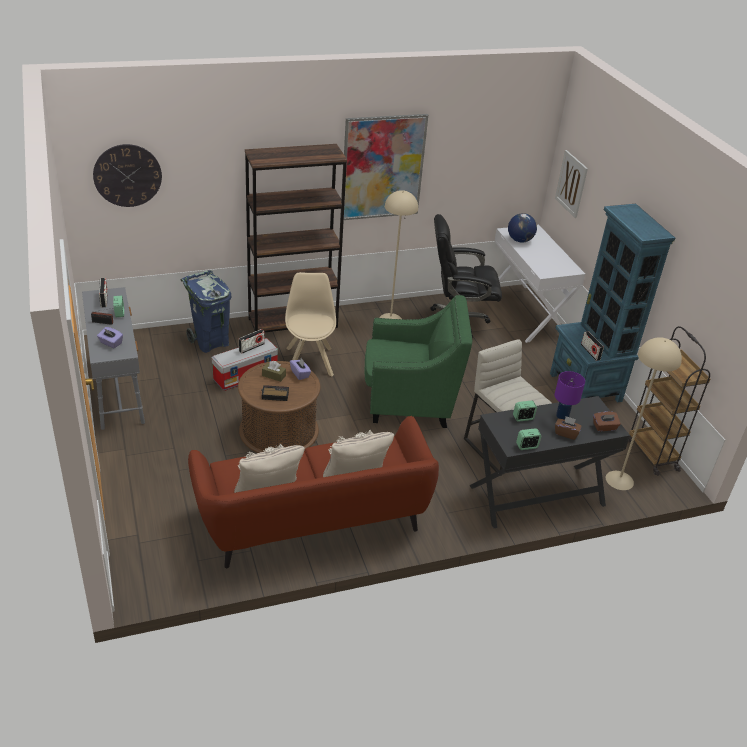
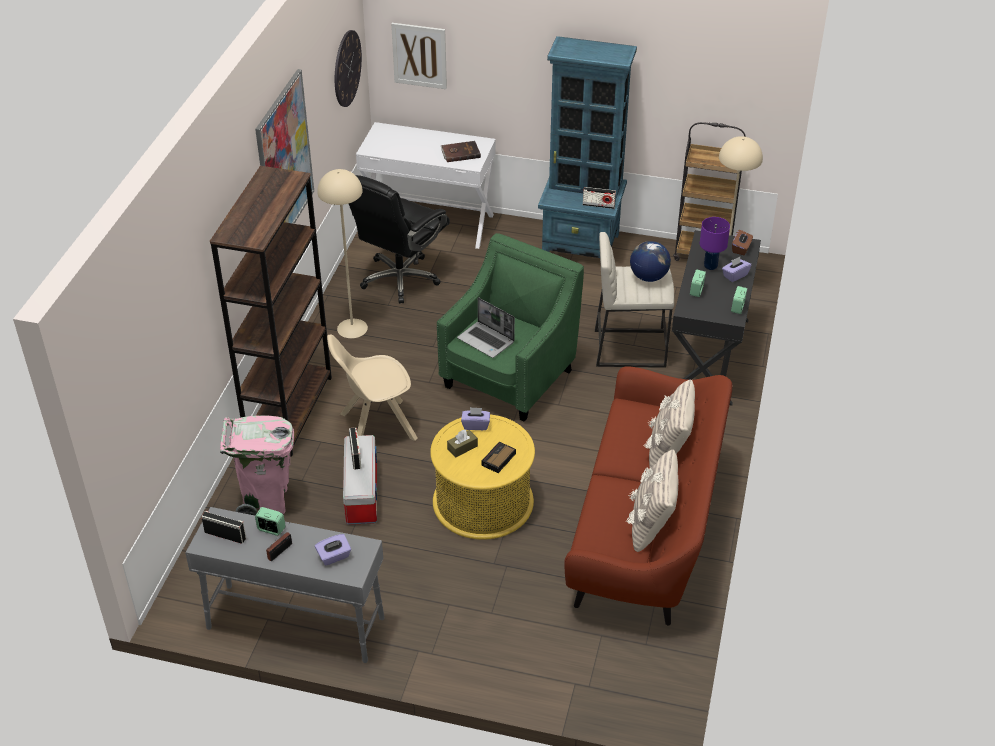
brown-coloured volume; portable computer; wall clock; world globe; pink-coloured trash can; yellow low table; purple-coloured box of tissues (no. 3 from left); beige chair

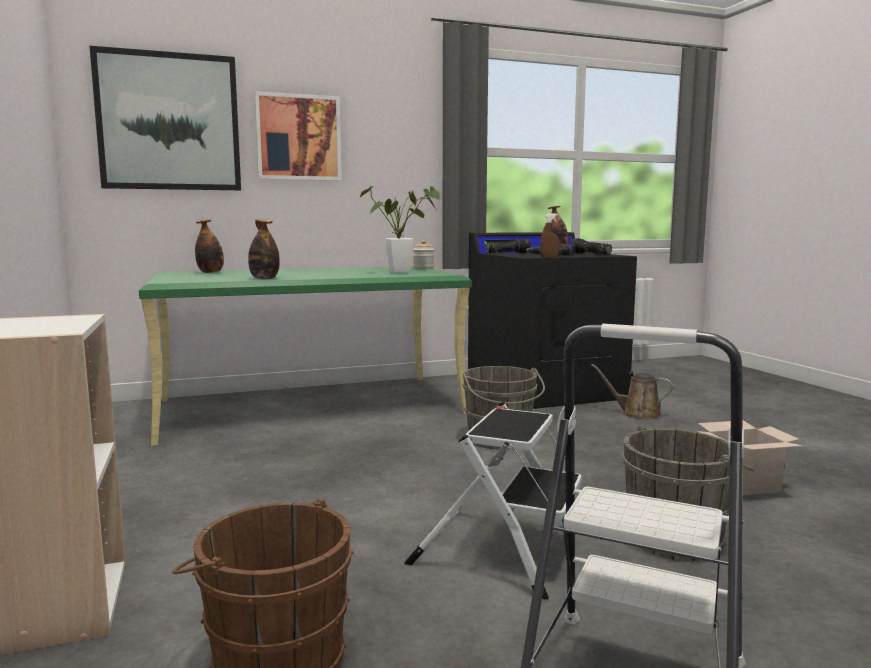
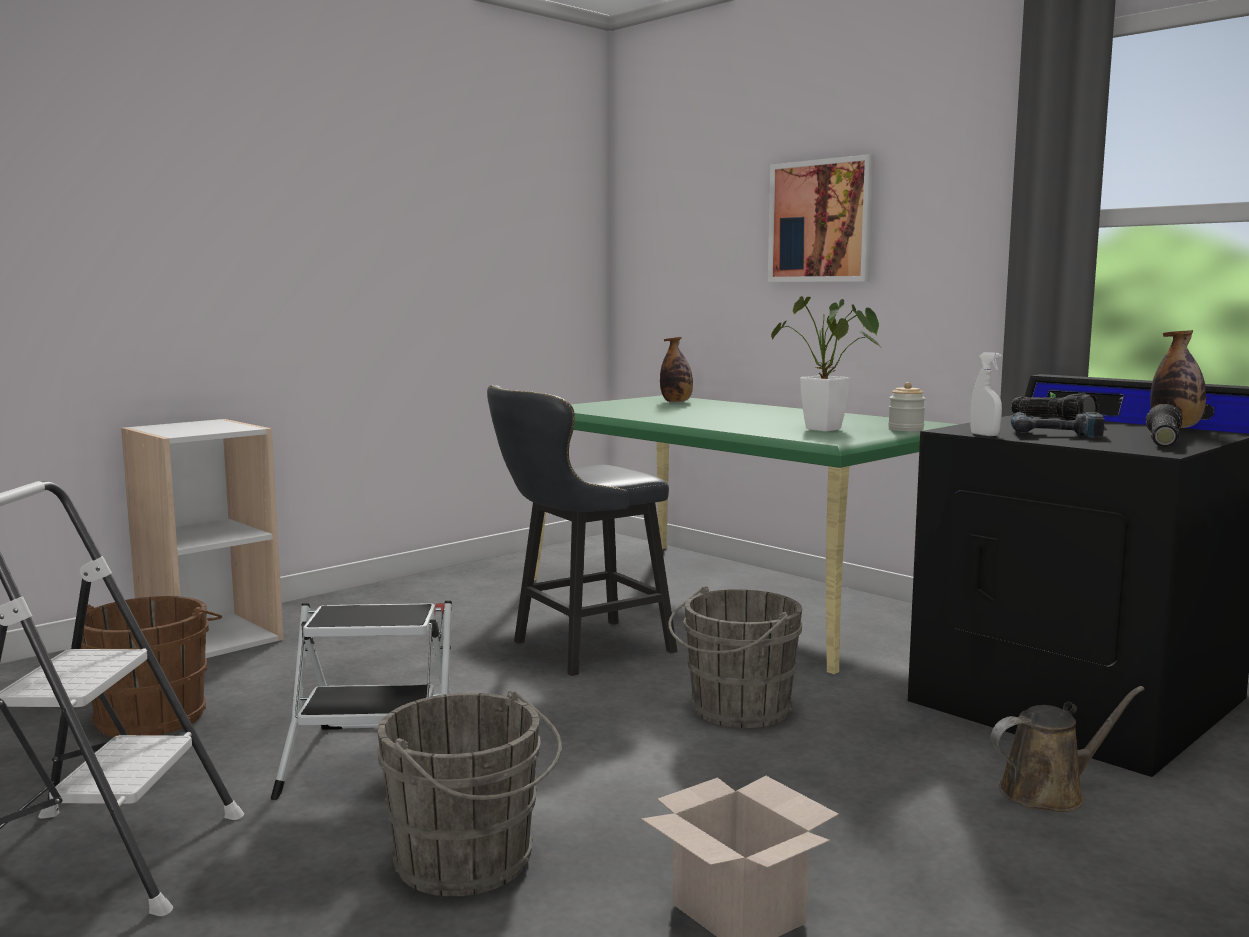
wall art (no. 1 from left in the first image); drink bottle (no. 2 from left in the first image); grey stool seat; whitish sprayer; brown-coloured watering can

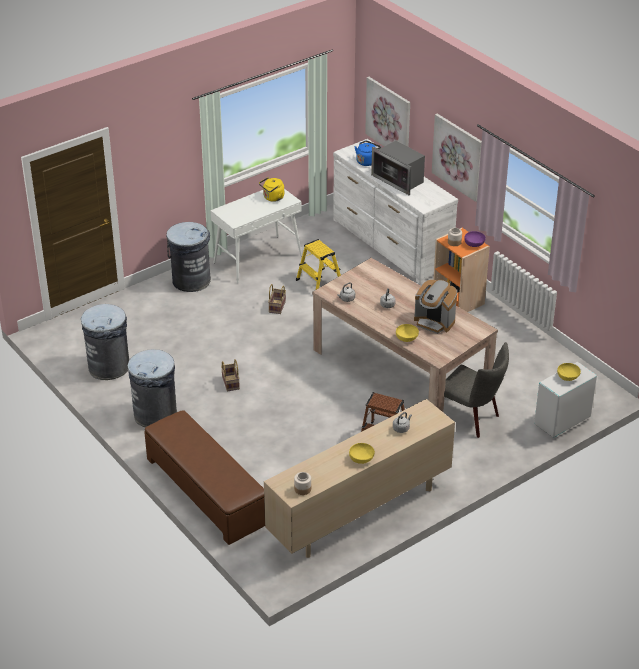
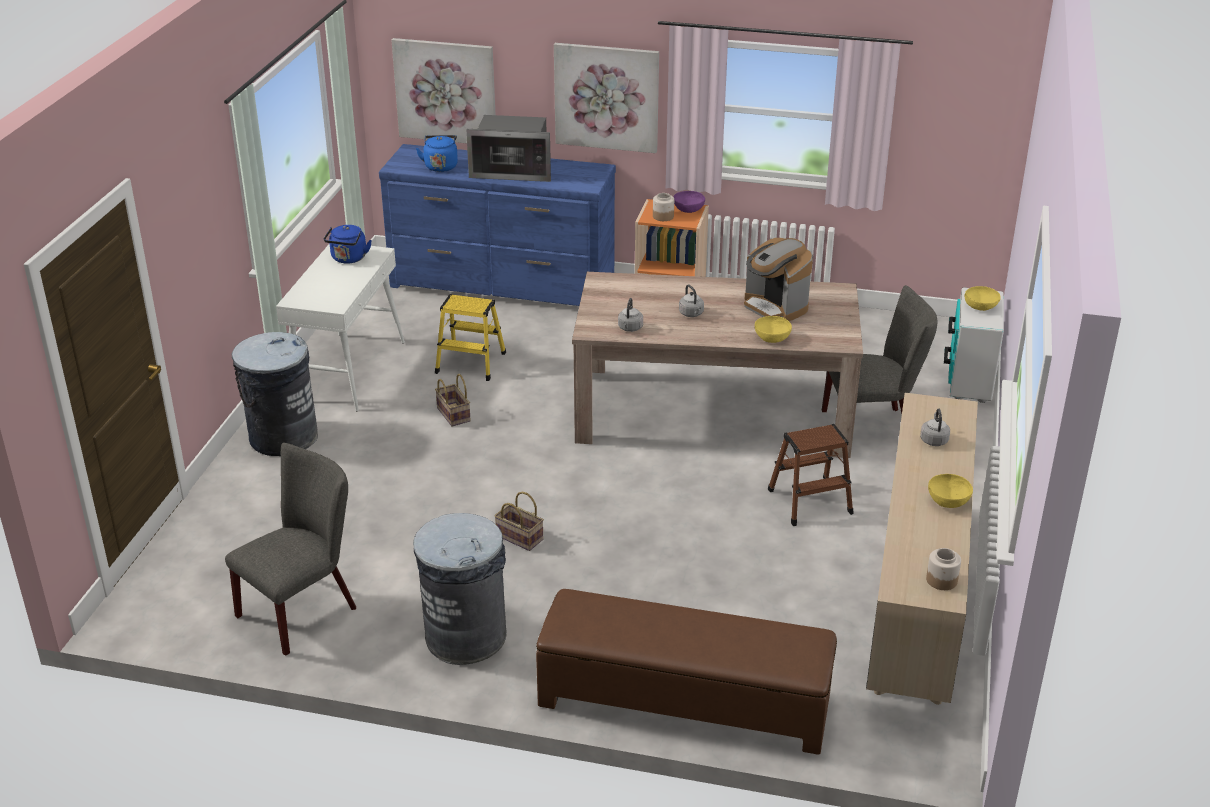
grey chair (no. 1 from left); blue water kettle (no. 1 from left); blue chest of drawers; coffee maker

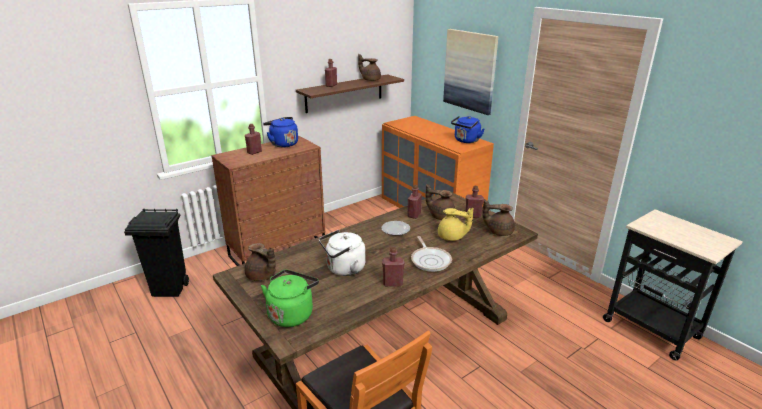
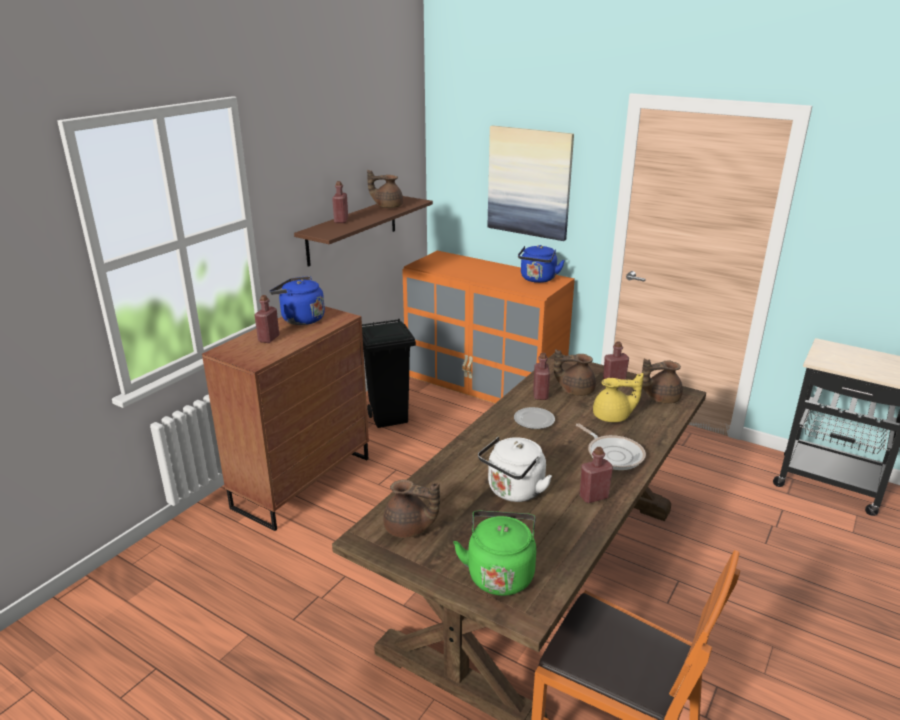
blackish trash can

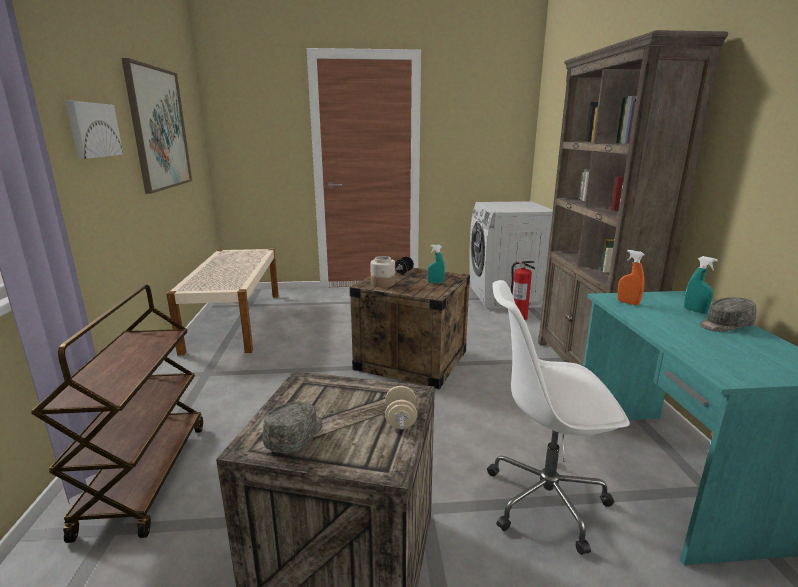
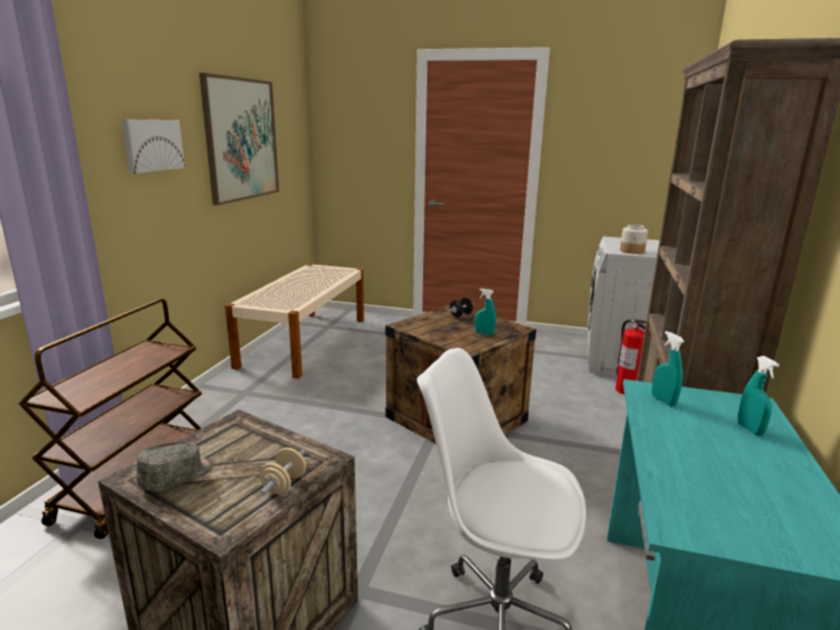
grey baseball cap (no. 2 from left in the first image); preserve jar; turquoise-coloured sprayer (no. 2 from left)

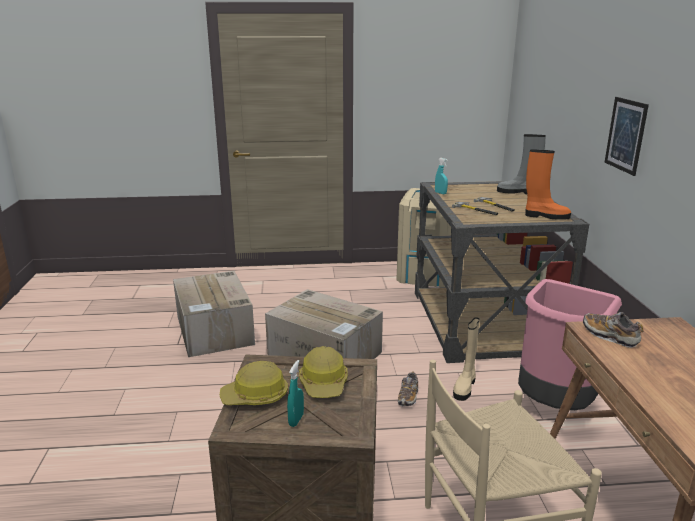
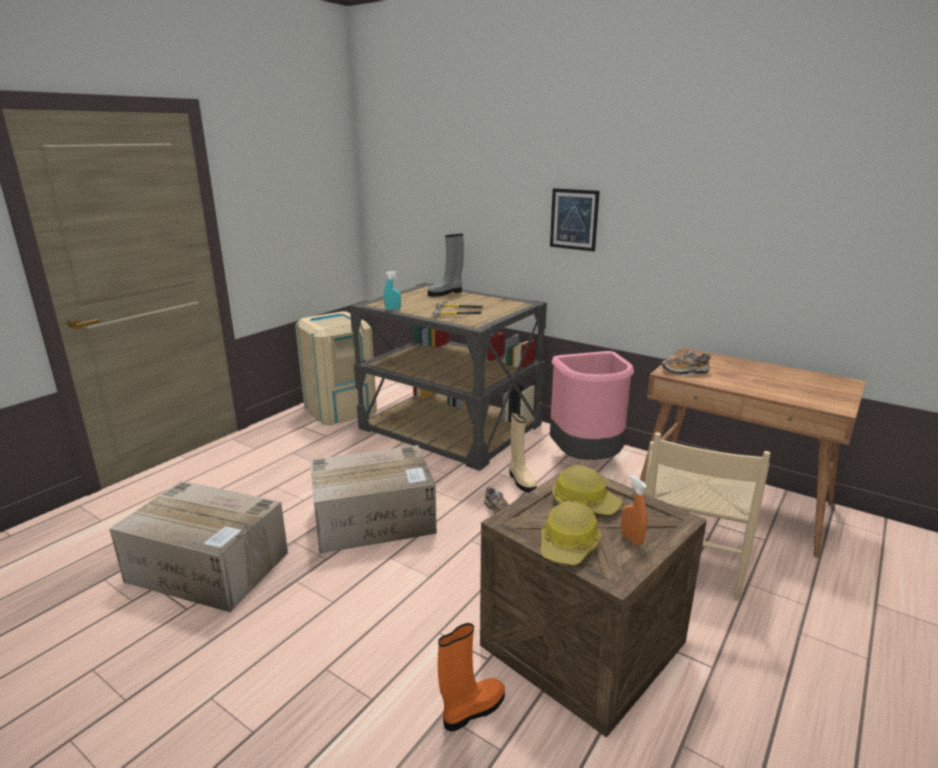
orangey tall boot; orangey sprayer

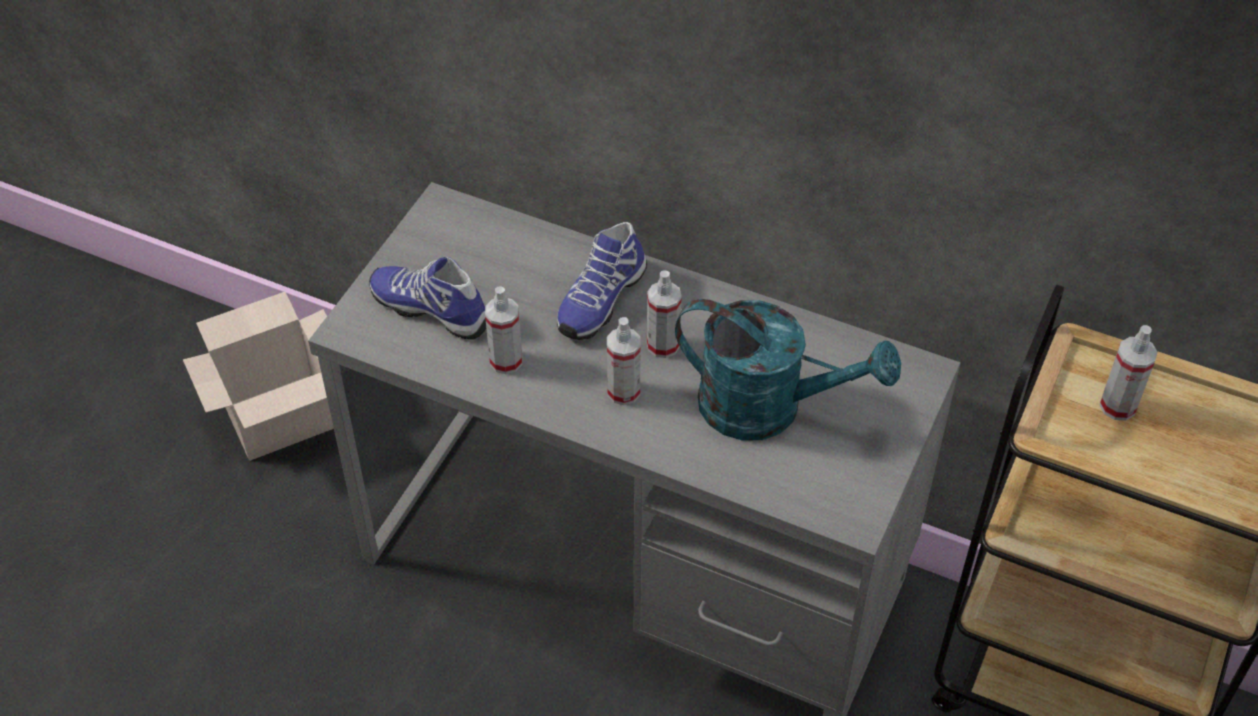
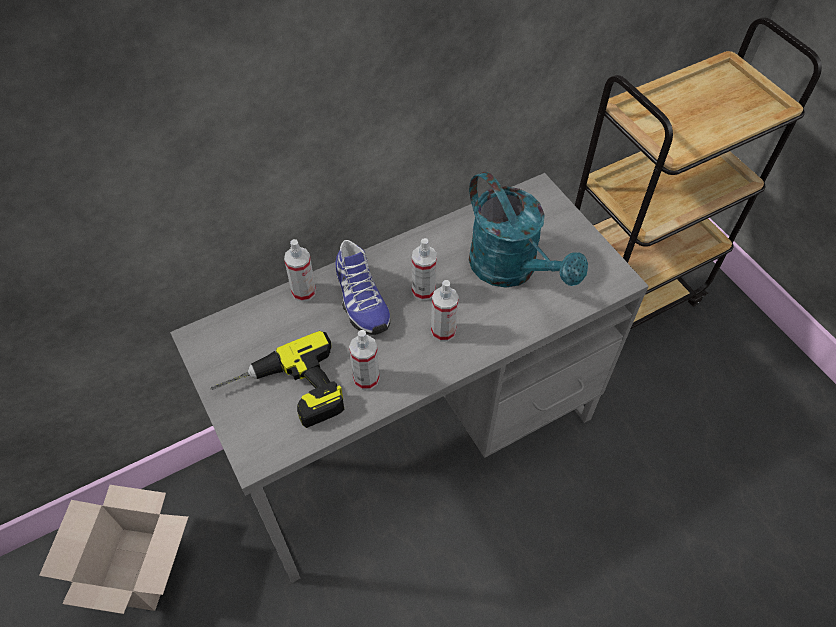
sprayer (no. 1 from left); power drill; turquoise-coloured watering can

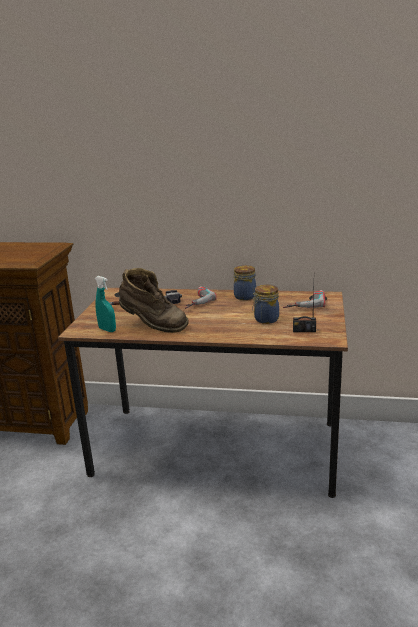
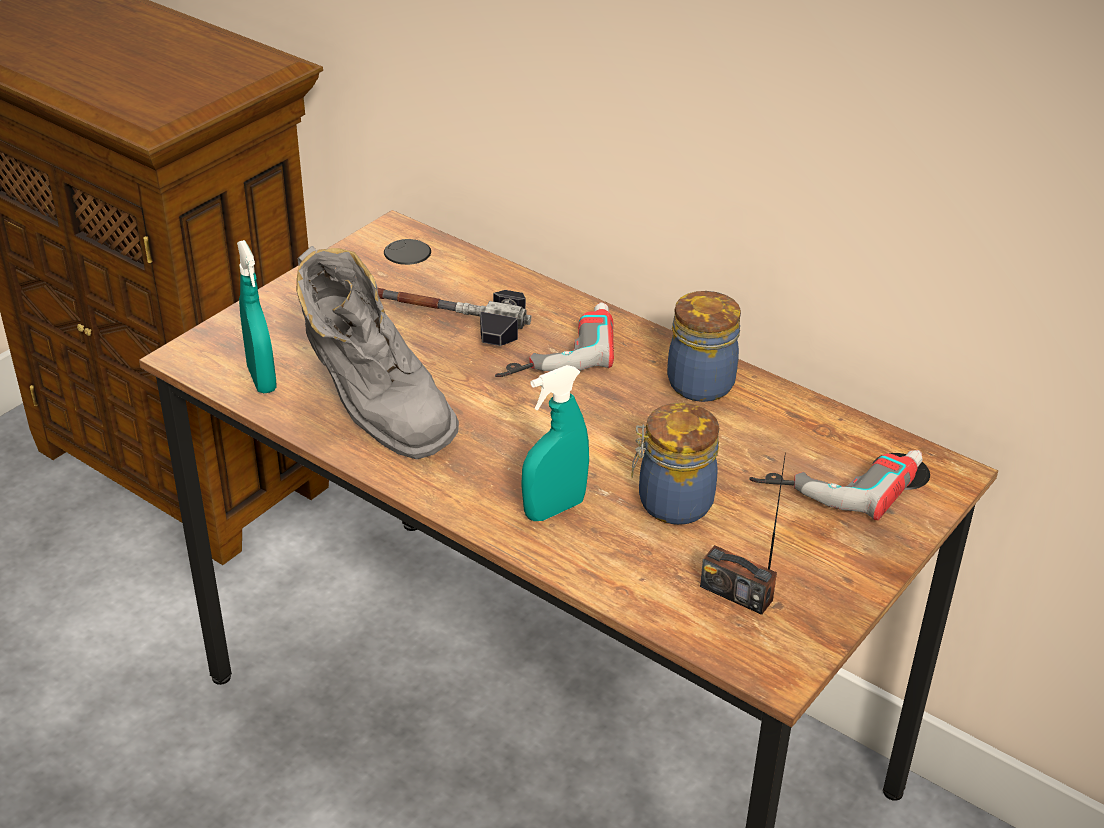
turquoise-coloured sprayer (no. 2 from left); grey tall boot

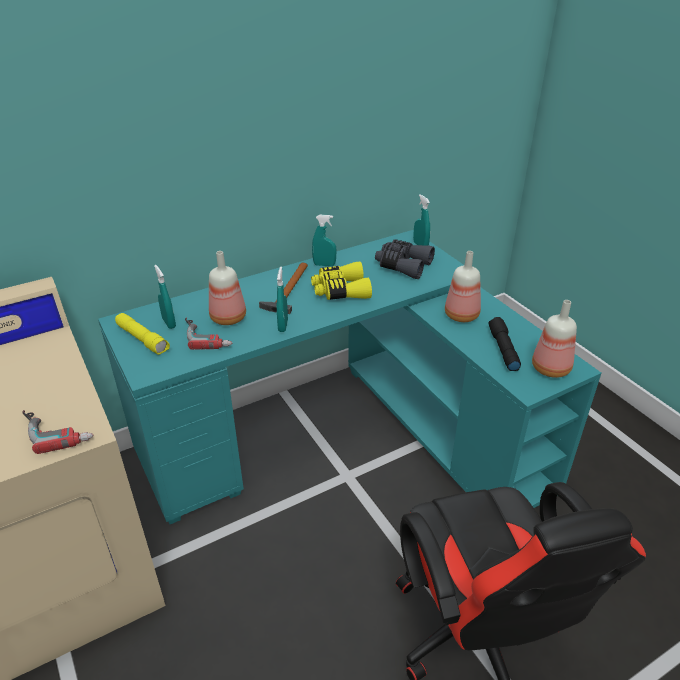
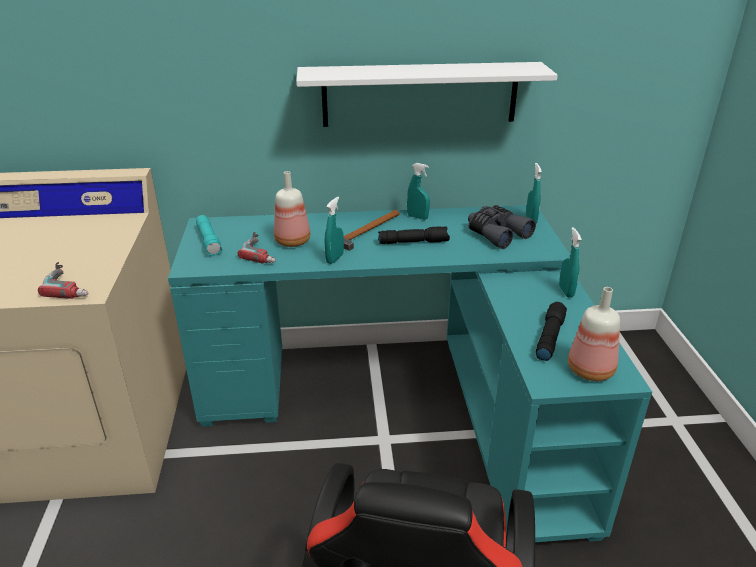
drink bottle (no. 2 from left in the first image); whitish shelf; turquoise-coloured sprayer (no. 4 from left); blackish flashlight (no. 1 from left); turquoise-coloured flashlight

